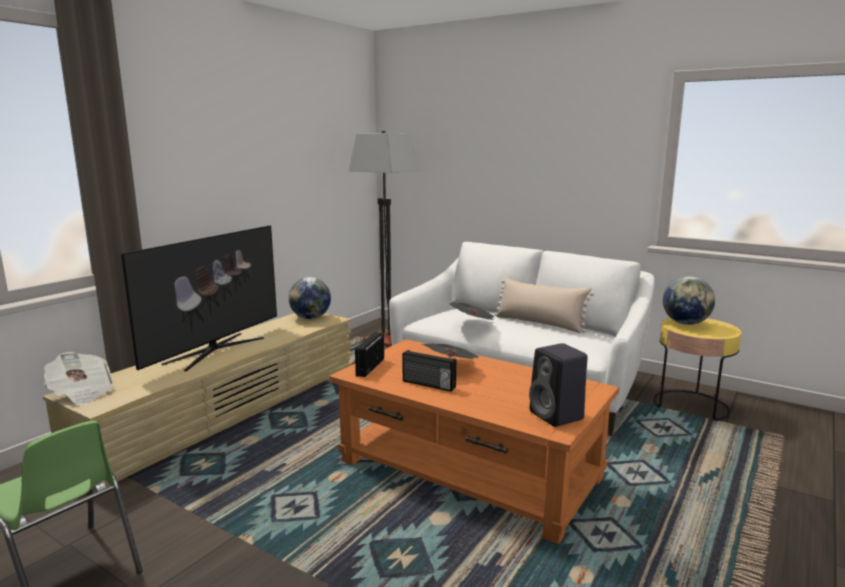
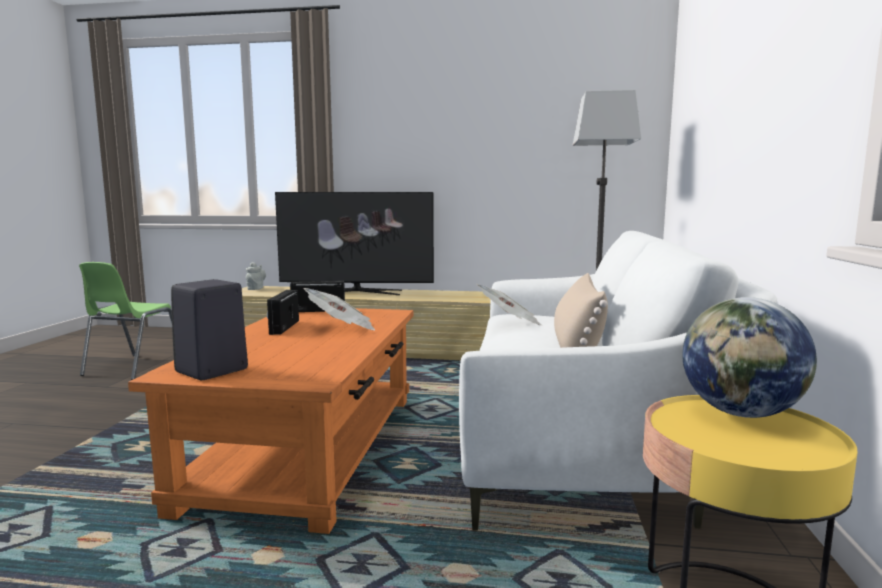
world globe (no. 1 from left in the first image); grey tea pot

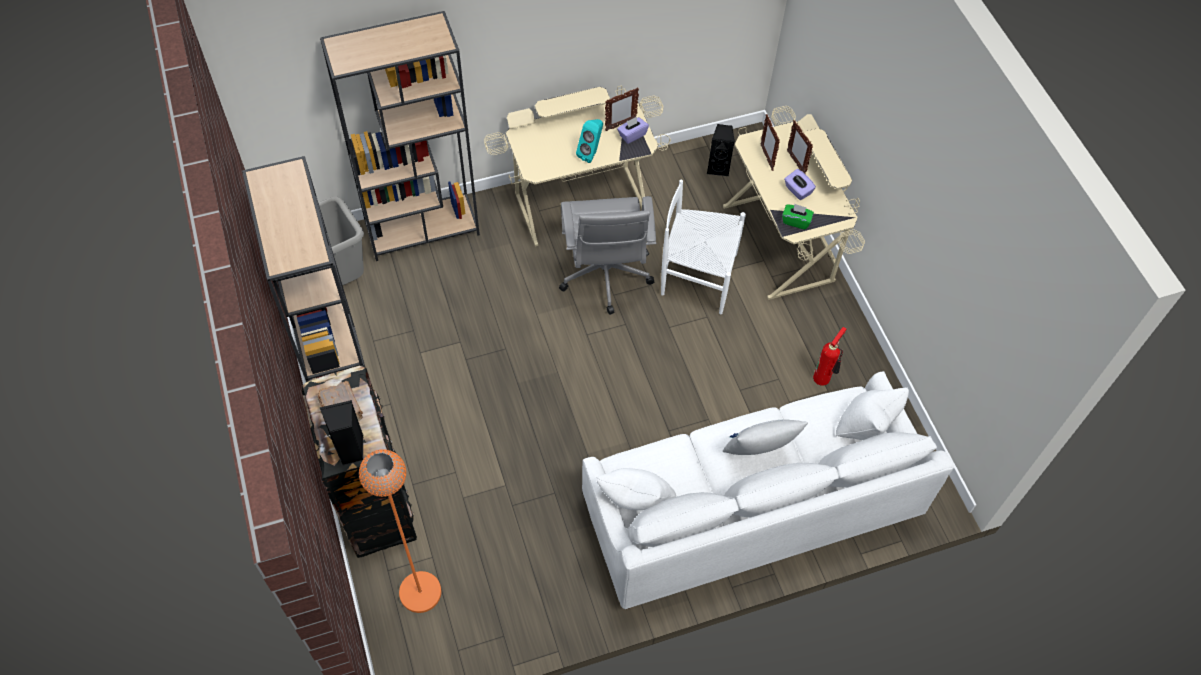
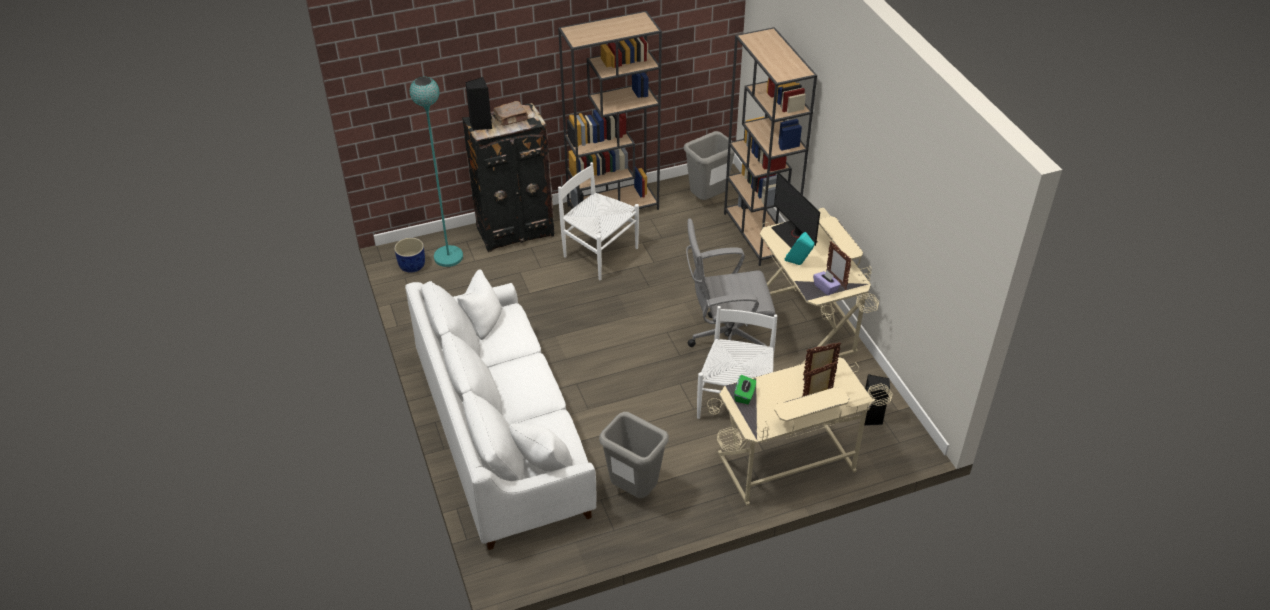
grey throw pillow; purple-coloured box of tissues (no. 2 from left in the first image); blue plant pot; whitish chair (no. 1 from left); computer display; grey trash can (no. 1 from left); turquoise-coloured standing lamp

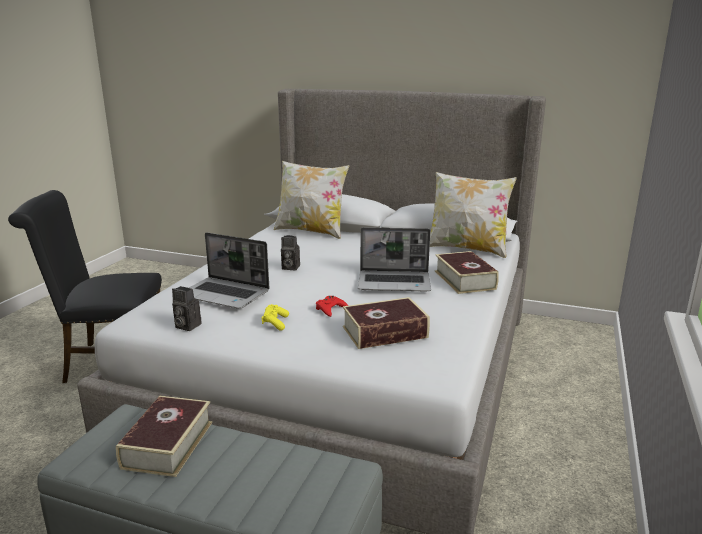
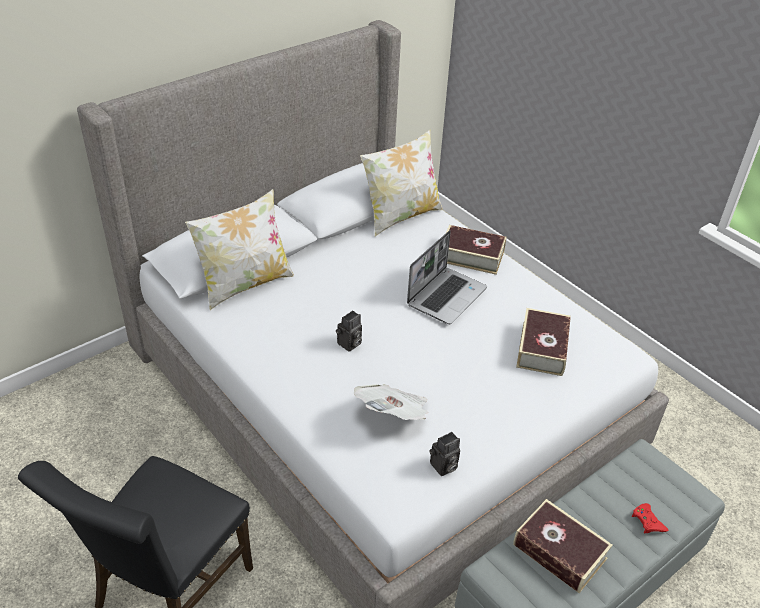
yellow joypad; reddish joypad; newspaper

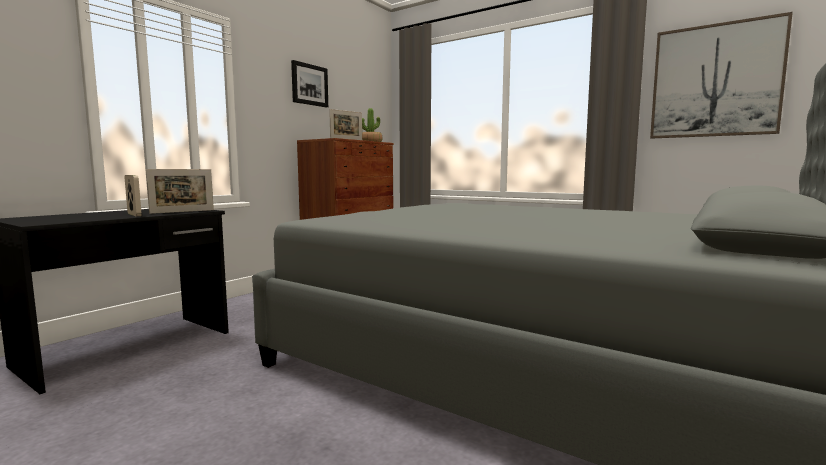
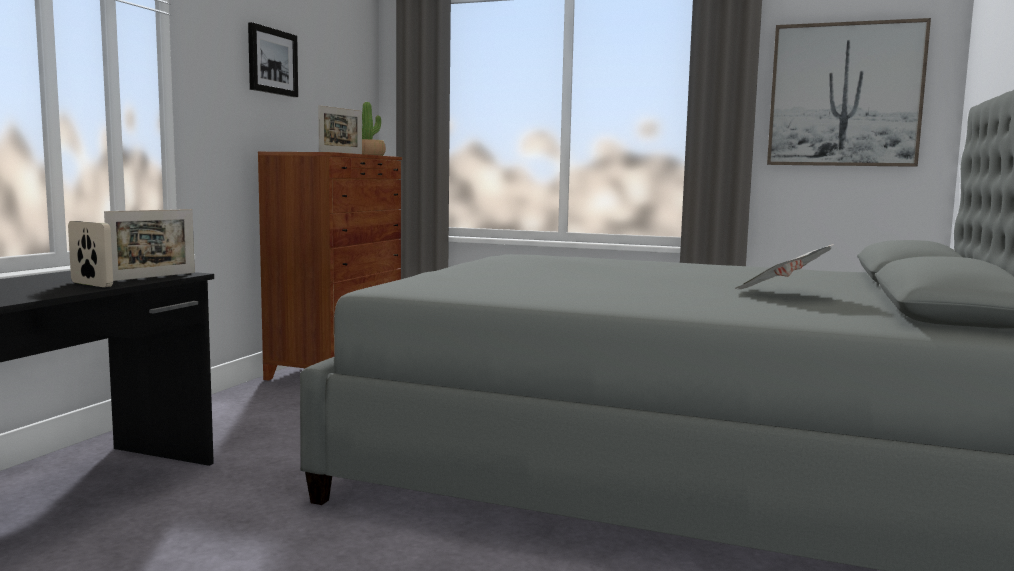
newspaper

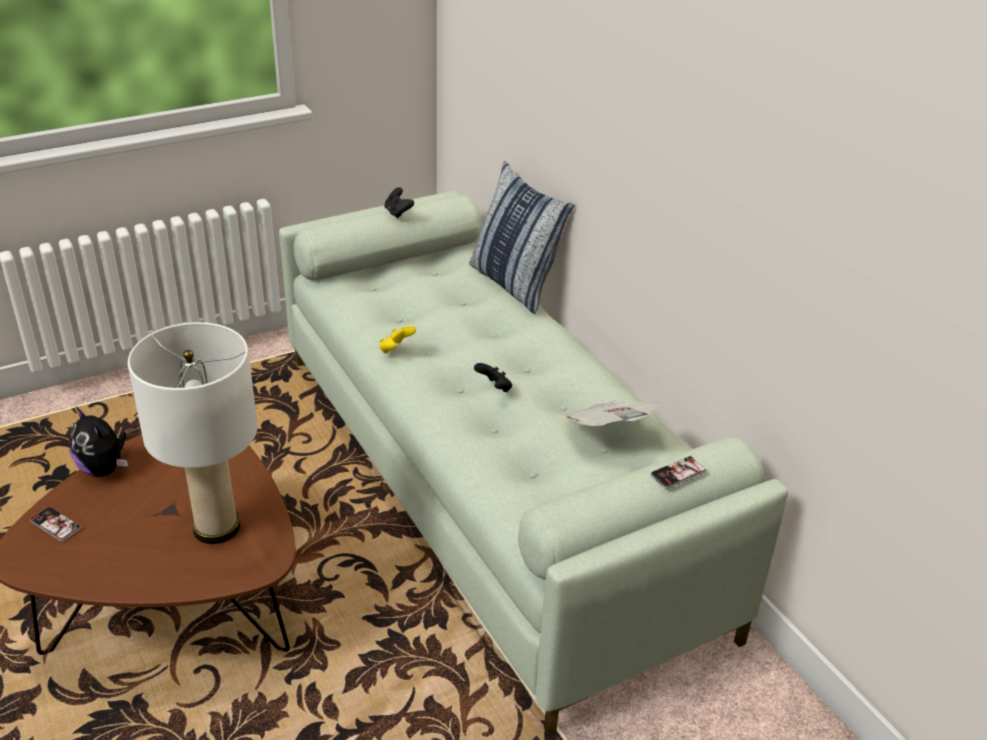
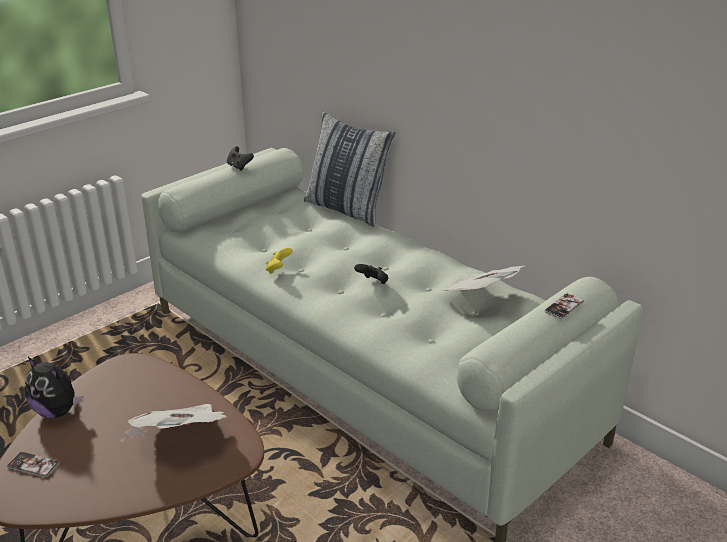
newspaper (no. 1 from left)

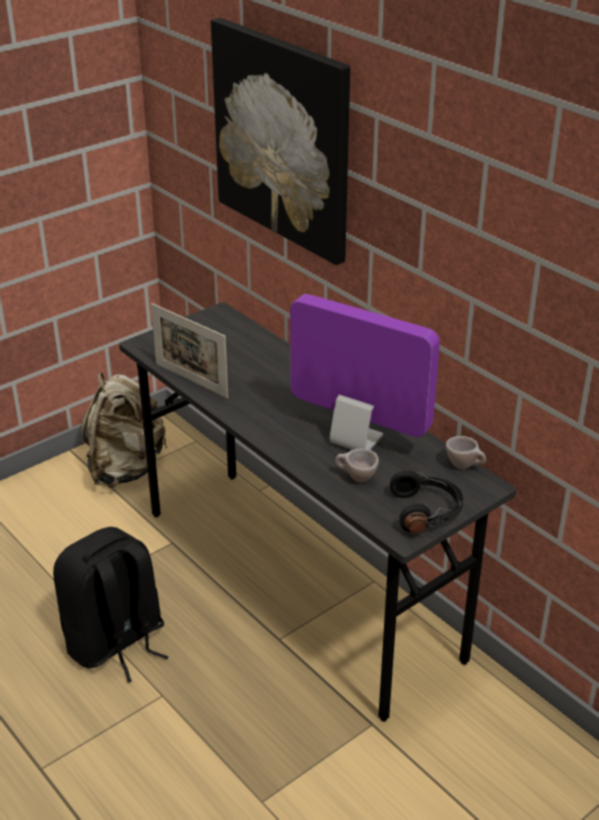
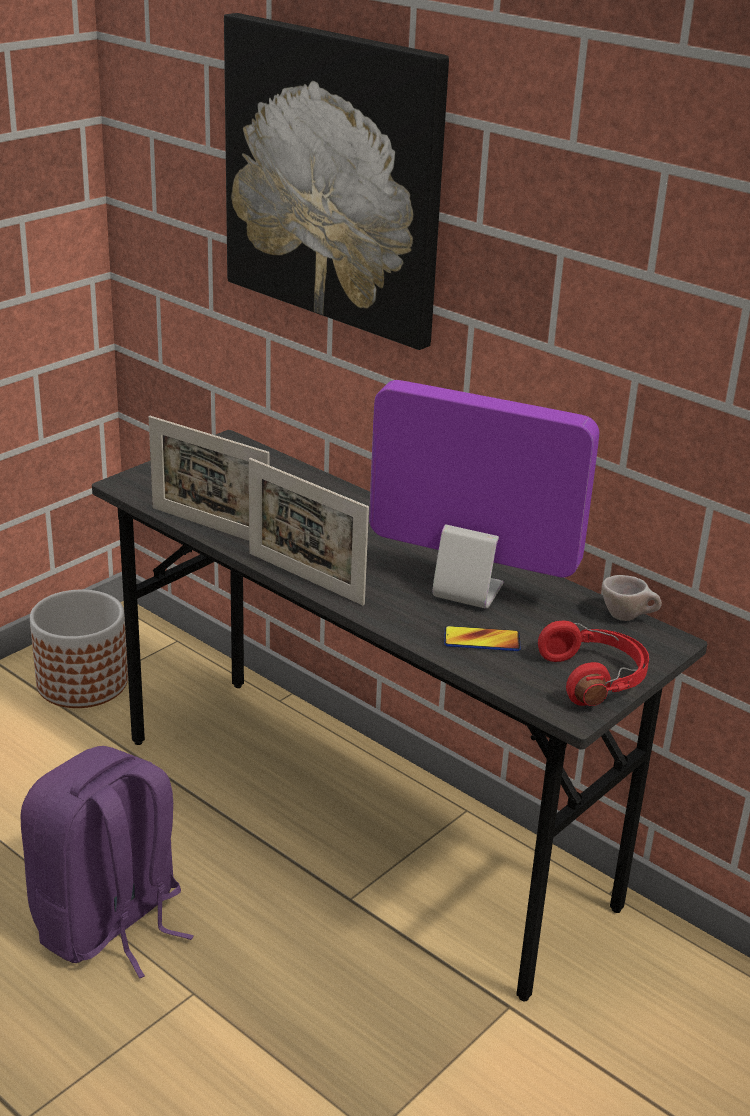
standing frame (no. 2 from left); plant pot; handset; purple-coloured rucksack; reddish headset

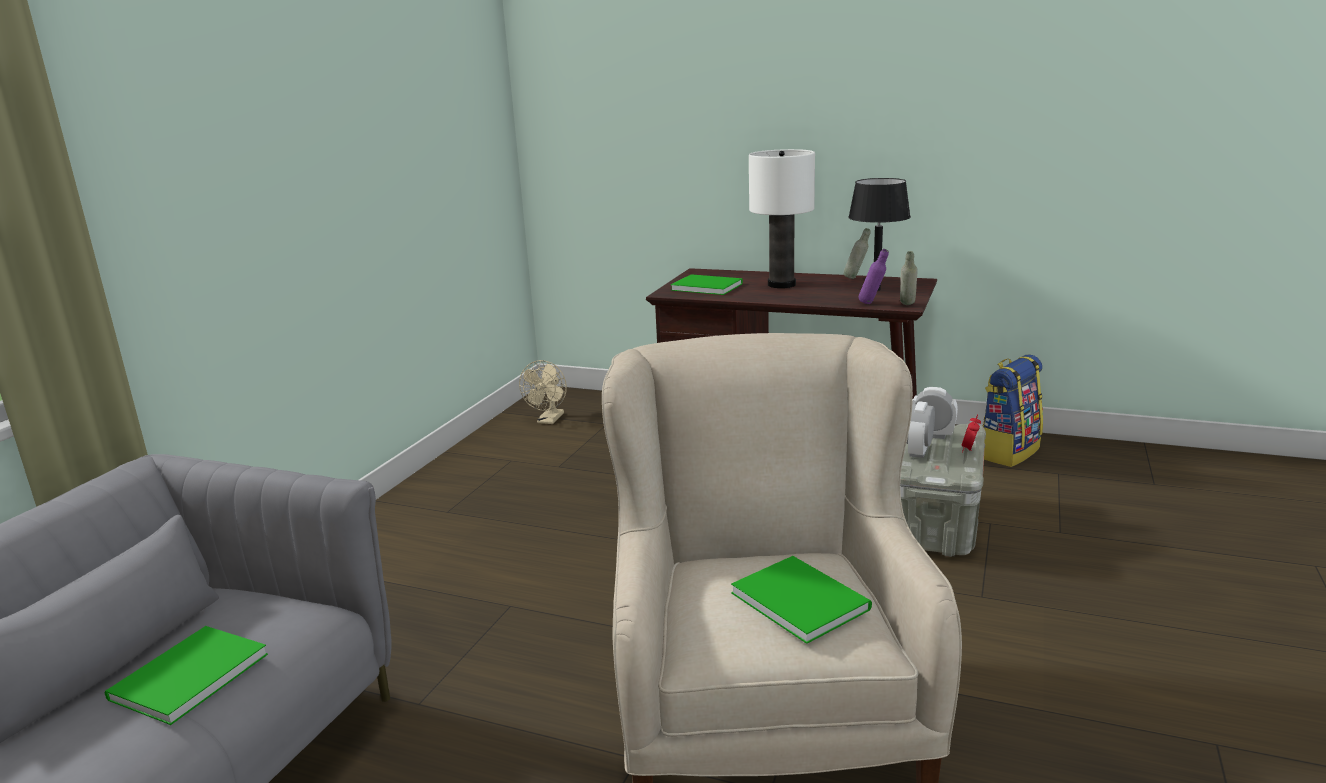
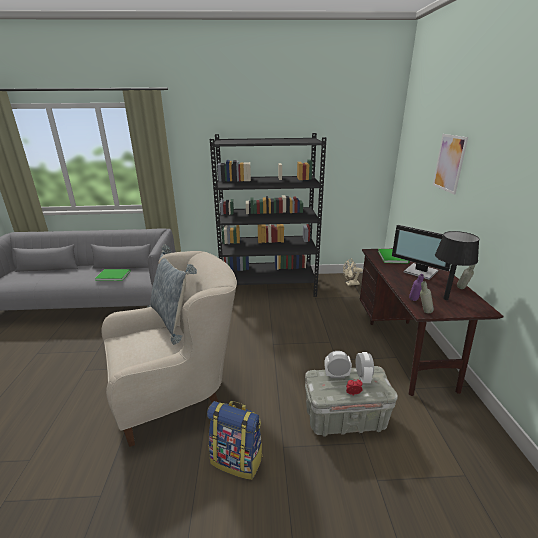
green volume (no. 3 from left in the first image); throw pillow; blackish bookshelf; wall art; rucksack; computer display

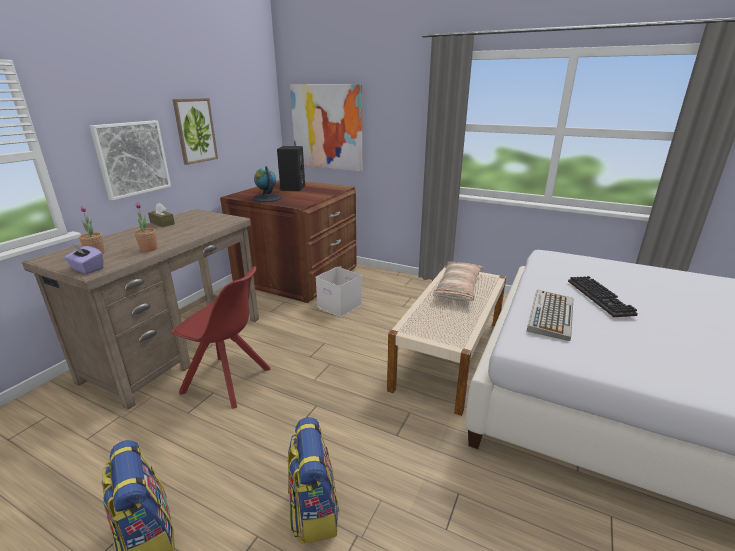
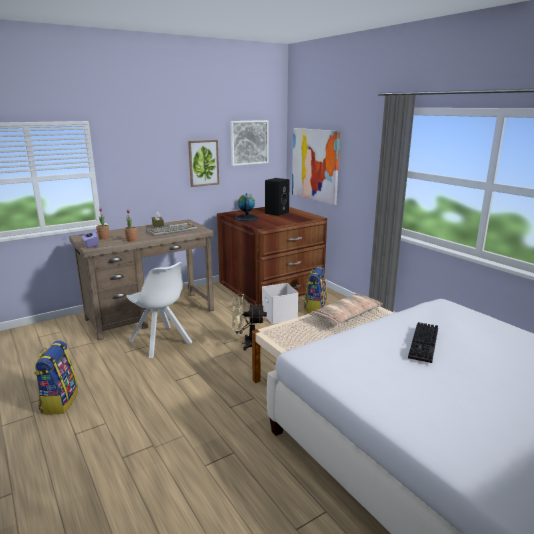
beige cooling fan; wall art (no. 2 from left); rucksack (no. 2 from left); PC keyboard (no. 1 from left); whitish chair

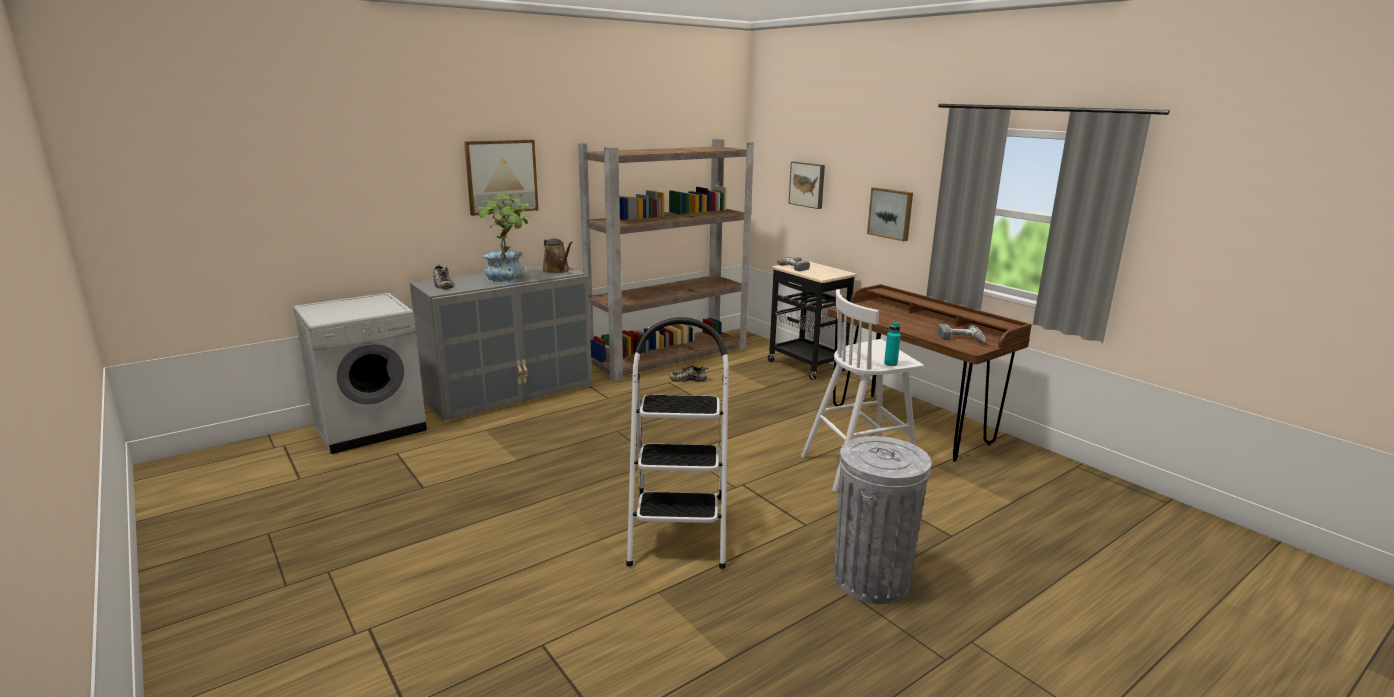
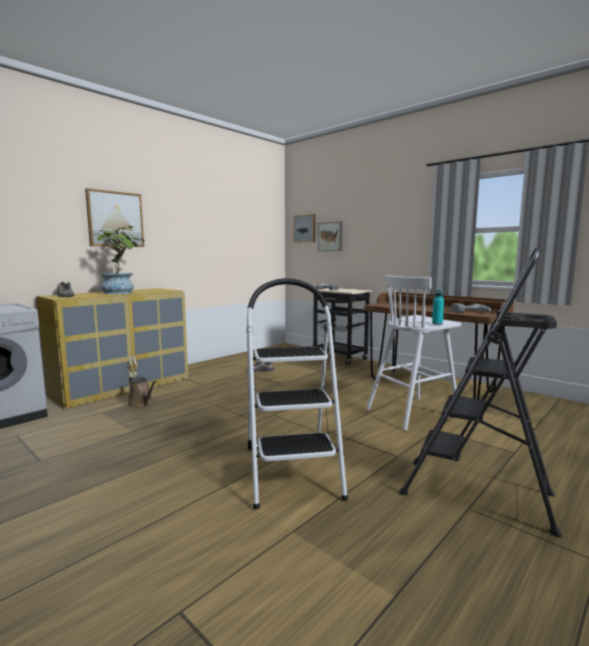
brown-coloured bookshelf; brown-coloured watering can; wall art (no. 2 from left); step stool (no. 2 from left); yellow cabinet

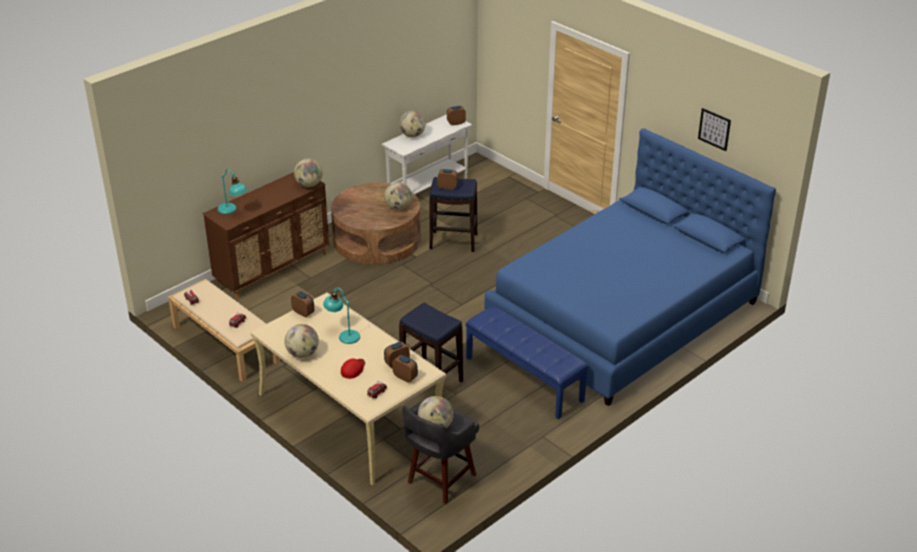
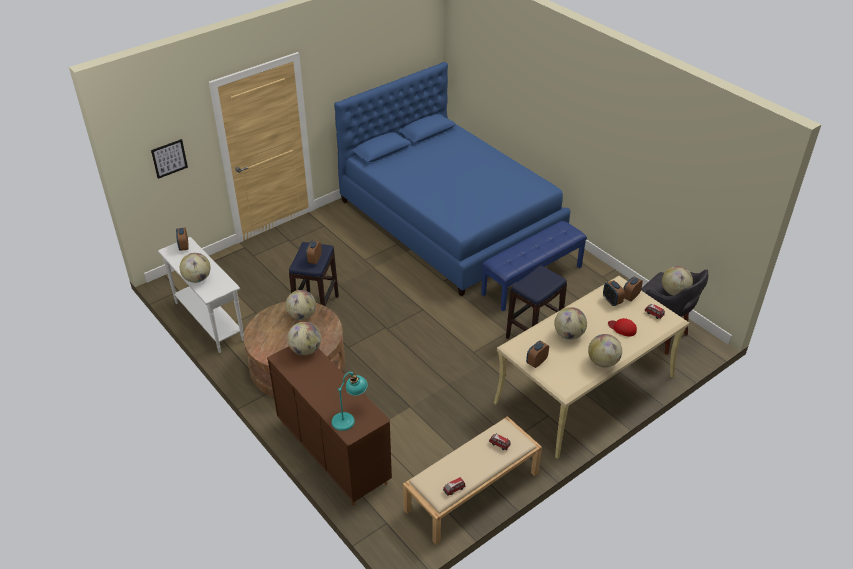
wall art; world globe (no. 4 from left)

